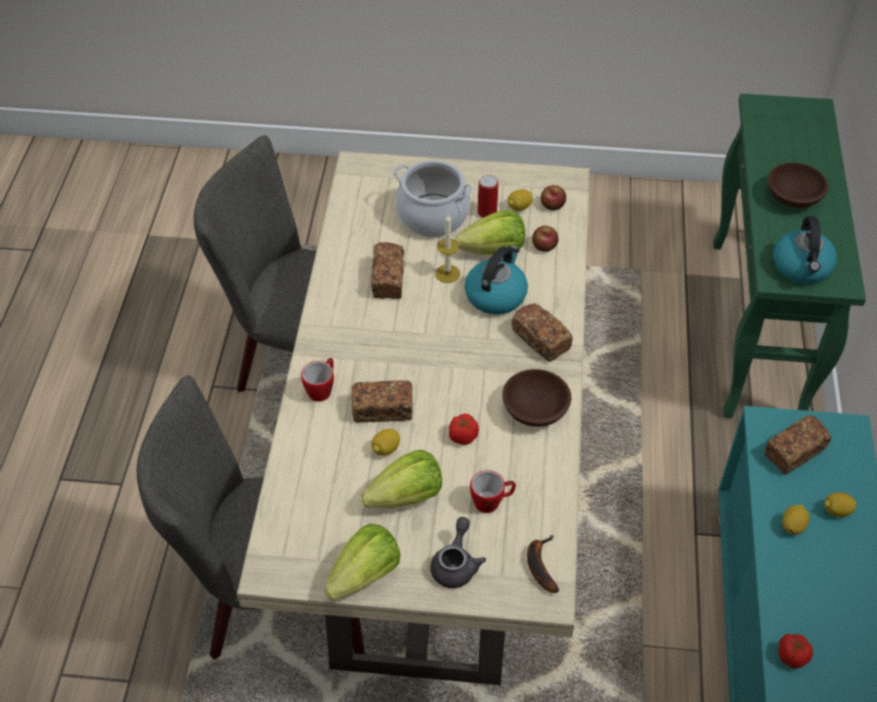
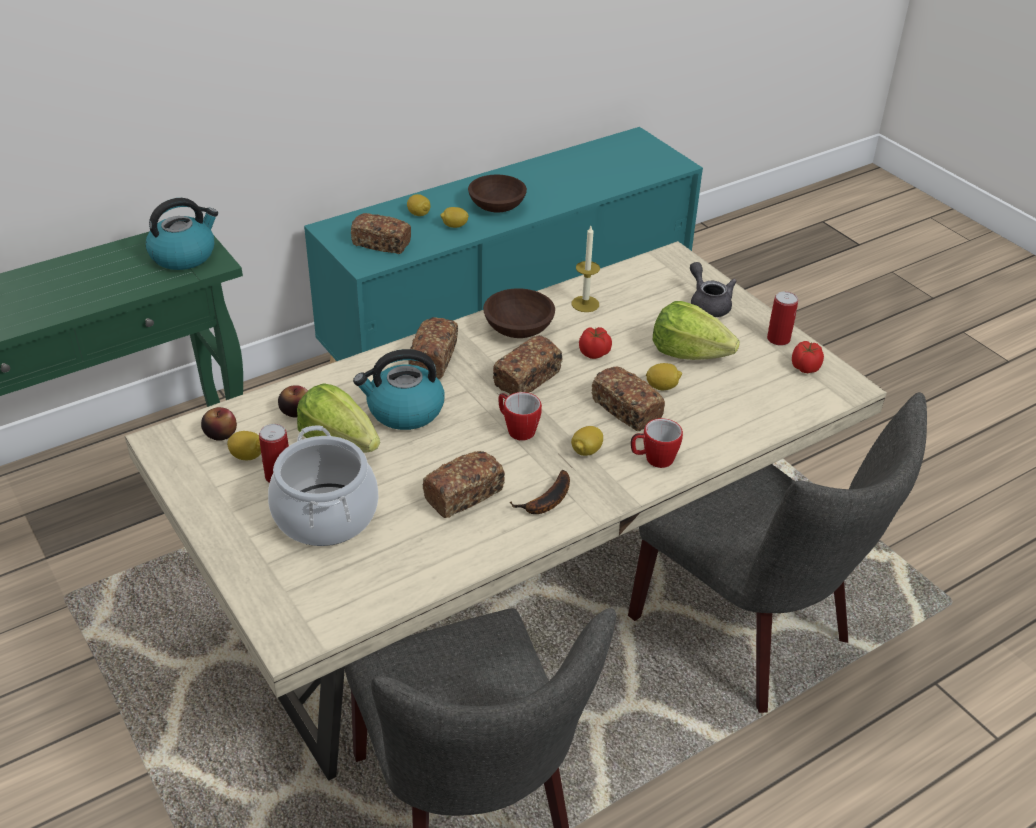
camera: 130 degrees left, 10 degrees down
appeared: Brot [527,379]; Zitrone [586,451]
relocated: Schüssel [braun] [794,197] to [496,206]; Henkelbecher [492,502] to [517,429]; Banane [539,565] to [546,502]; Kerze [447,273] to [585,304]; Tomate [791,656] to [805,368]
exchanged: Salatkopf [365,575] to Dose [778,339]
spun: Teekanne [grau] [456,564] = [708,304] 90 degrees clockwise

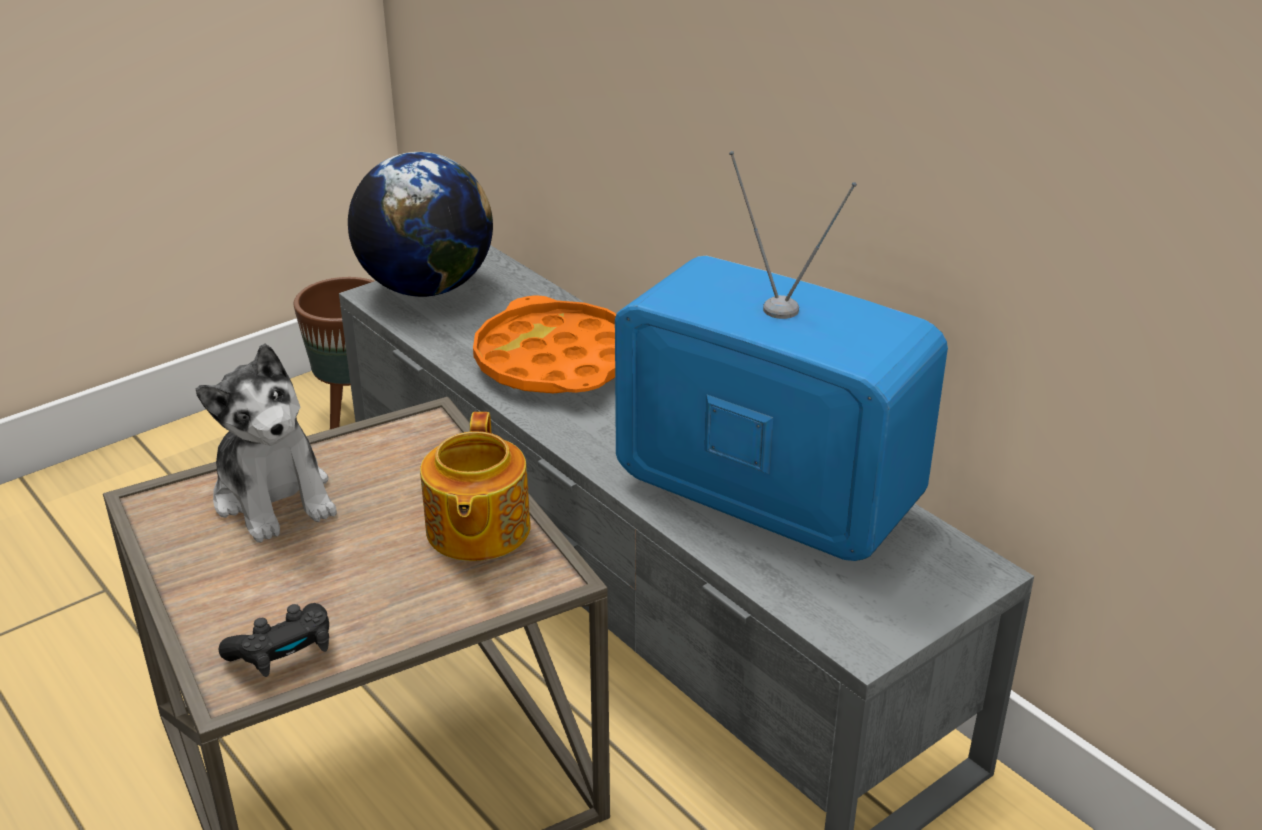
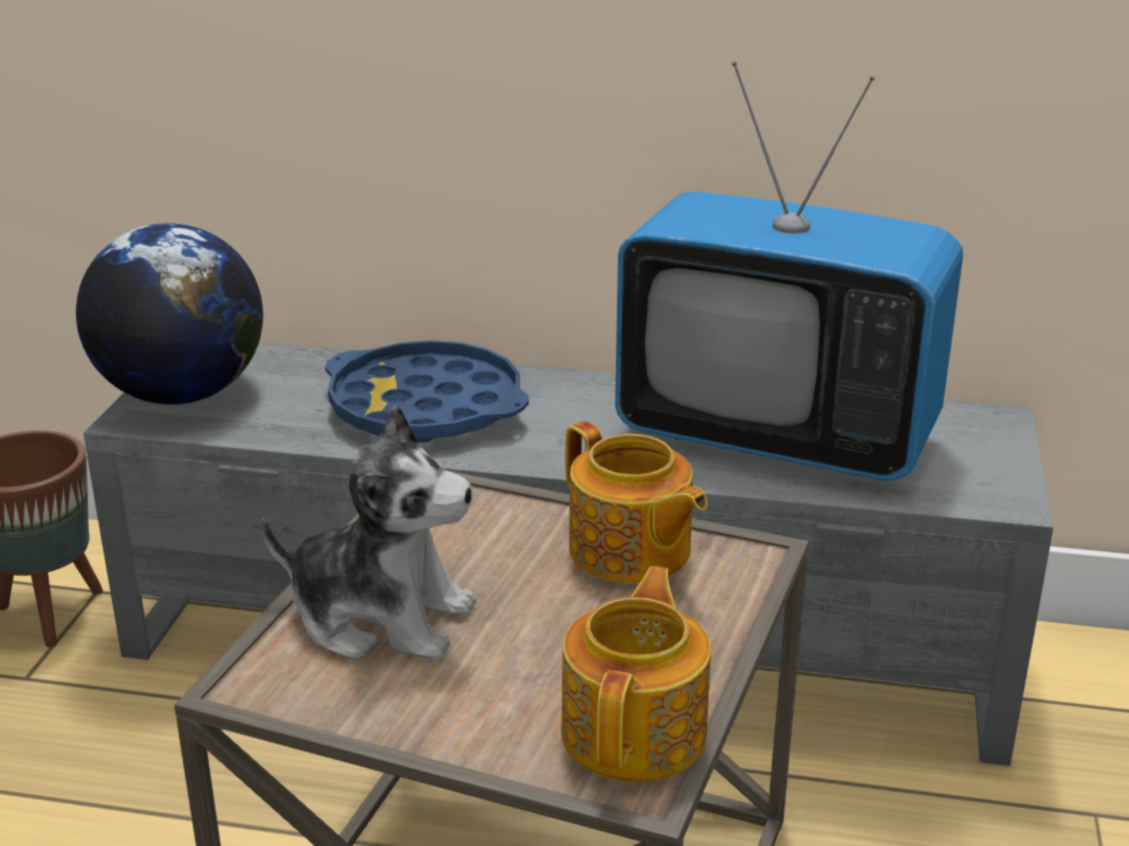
camera: 40 degrees left, 5 degrees down
exchanged: Gamepad [schwarz] [284,653] to Teekanne [636,731]
colour: Tablett [orange] [555,361] to Tablett [blau] [426,407]
spun: Fernseher [766,498] = [777,436] 150 degrees counterclockwise

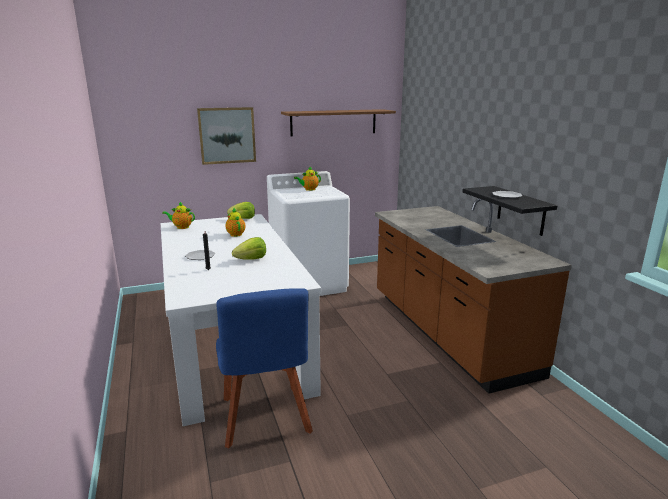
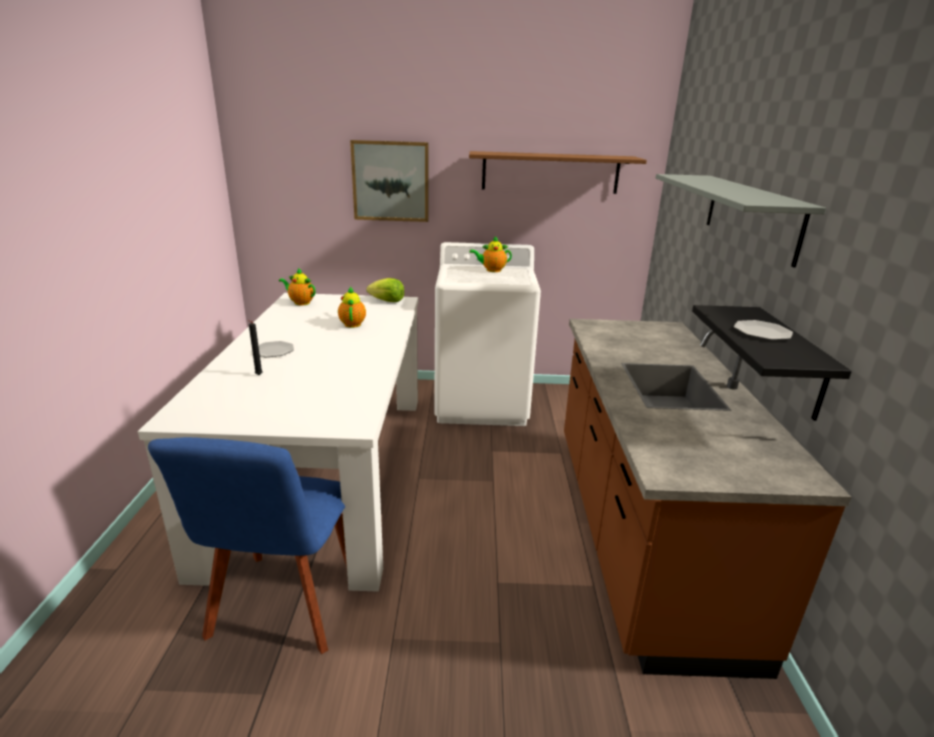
camera: 20 degrees right, 5 degrees up
missing: Salatkopf [251,259]
appeared: Wandregal [grau] [751,216]

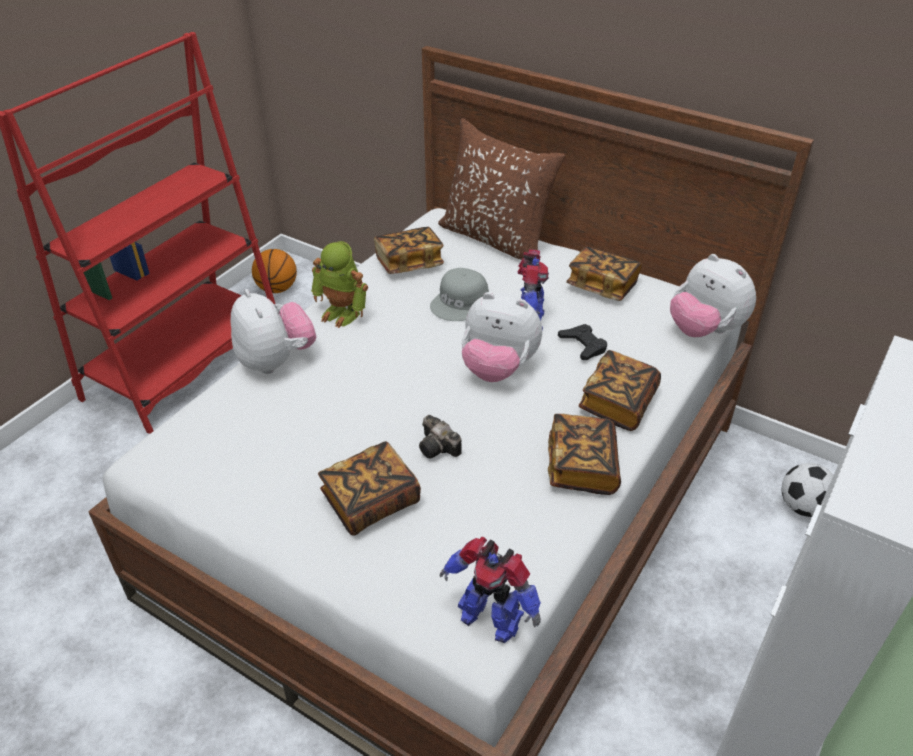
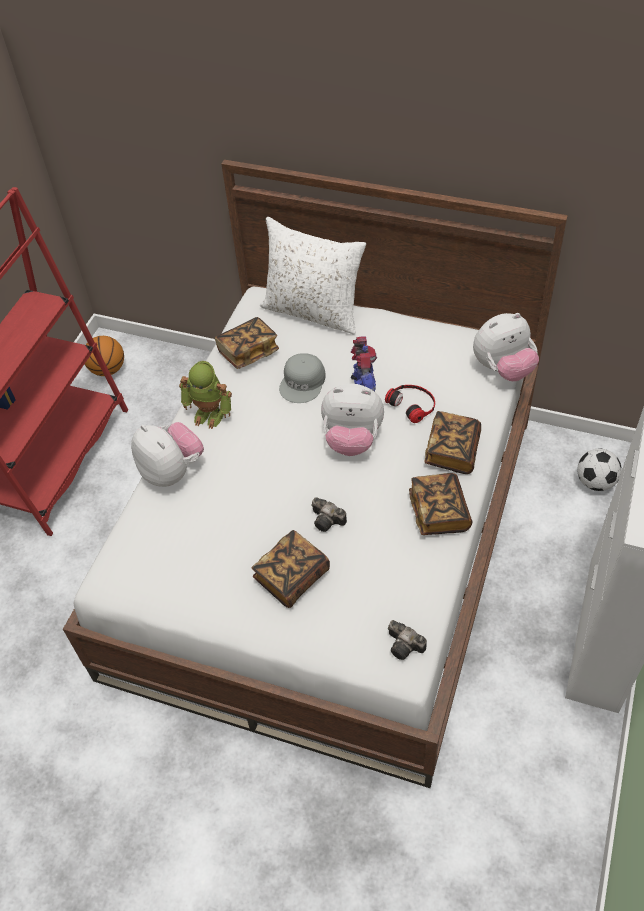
camera: 10 degrees left, 10 degrees up
missing: Buch [602,286]
exchanged: Gamepad [schwarz] [583,345] to Kopfhörer [412,404]; Spielzeugroboter [490,618] to Kamera [406,646]
colour: Kissen [braun] [496,239] to Kissen [weiß] [313,311]
spun: Plüschtier [704,330] = [503,369] 60 degrees counterclockwise

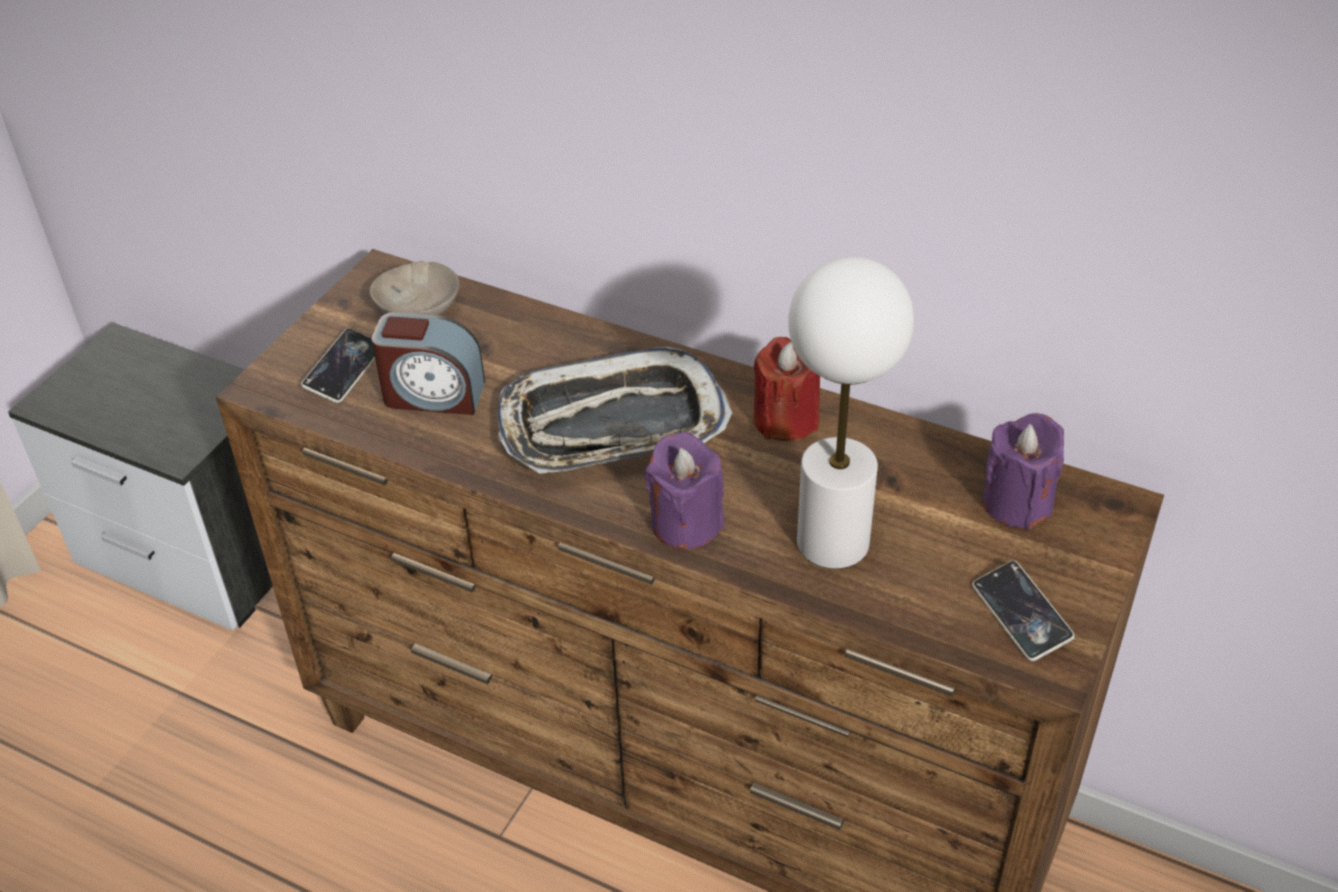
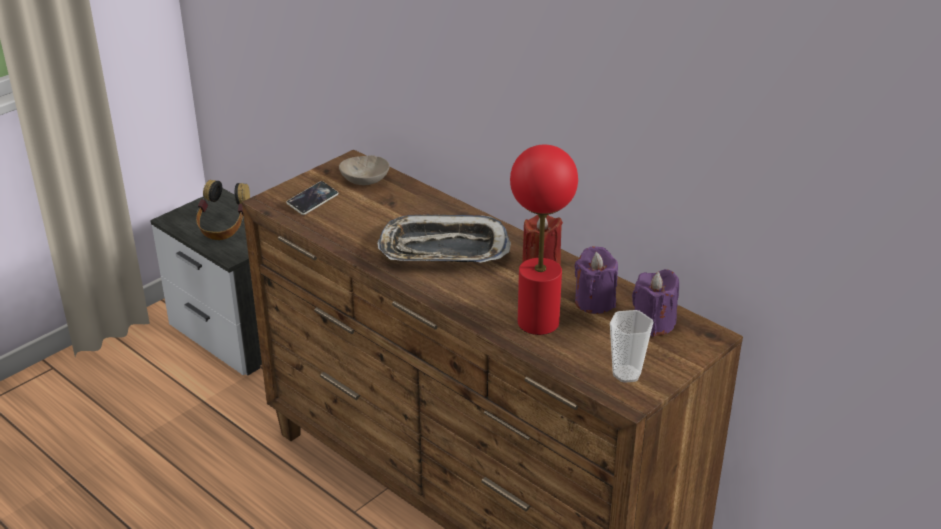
camera: 15 degrees right, 10 degrees down
missing: Wecker [433,394]
appeared: Kopfhörer [224,228]
relocated: Kerze [lila] [685,523] to [594,302]
exchanged: Handy [1021,615] to Tasse [626,374]
colour: Tischlampe [weiß] [833,541] to Tischlampe [rot] [538,322]

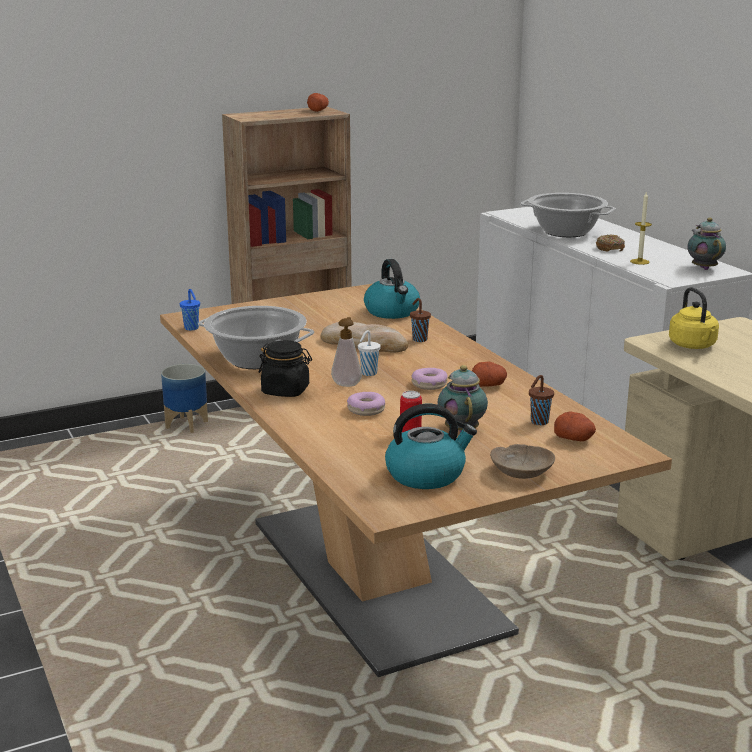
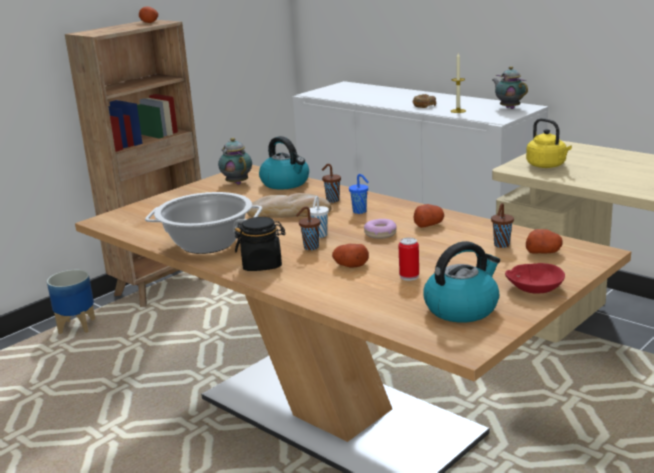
camera: 20 degrees left, 0 degrees up
missing: Kochtopf [565,232]
relocated: Teekanne [461,429] to [237,183]; Tasse [blau] [192,328] to [360,212]
exchanged: Seifenspender [347,384] to Tasse [braun] [310,247]; Donut [366,409] to Kartoffel [350,265]
colour: Schüssel [beige] [520,472] to Schüssel [rot] [534,288]

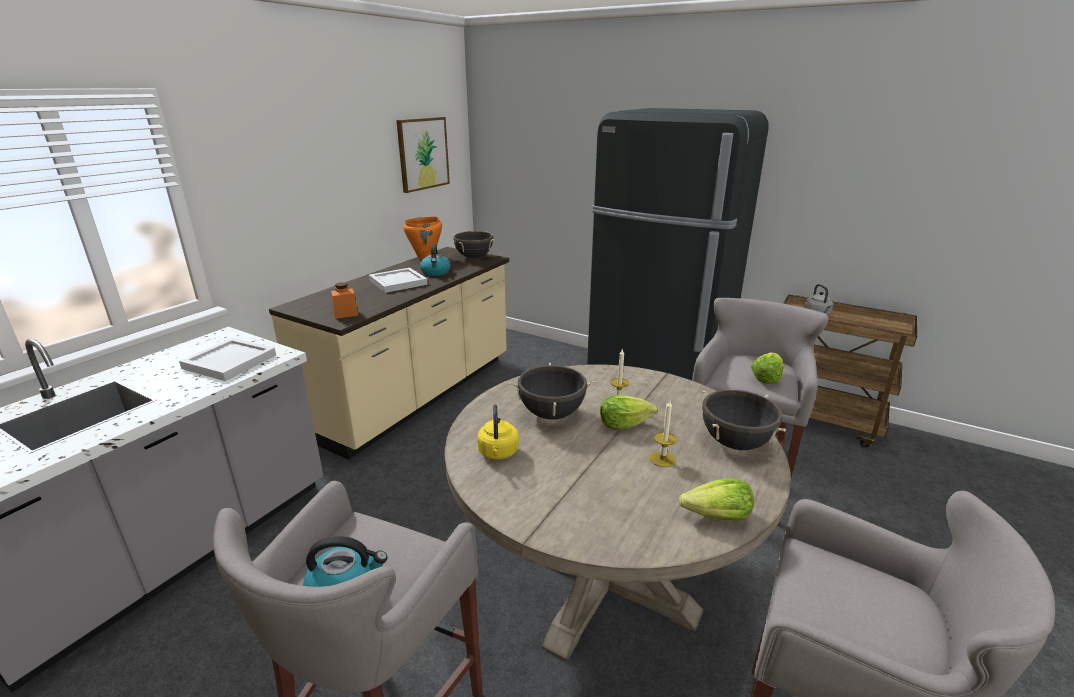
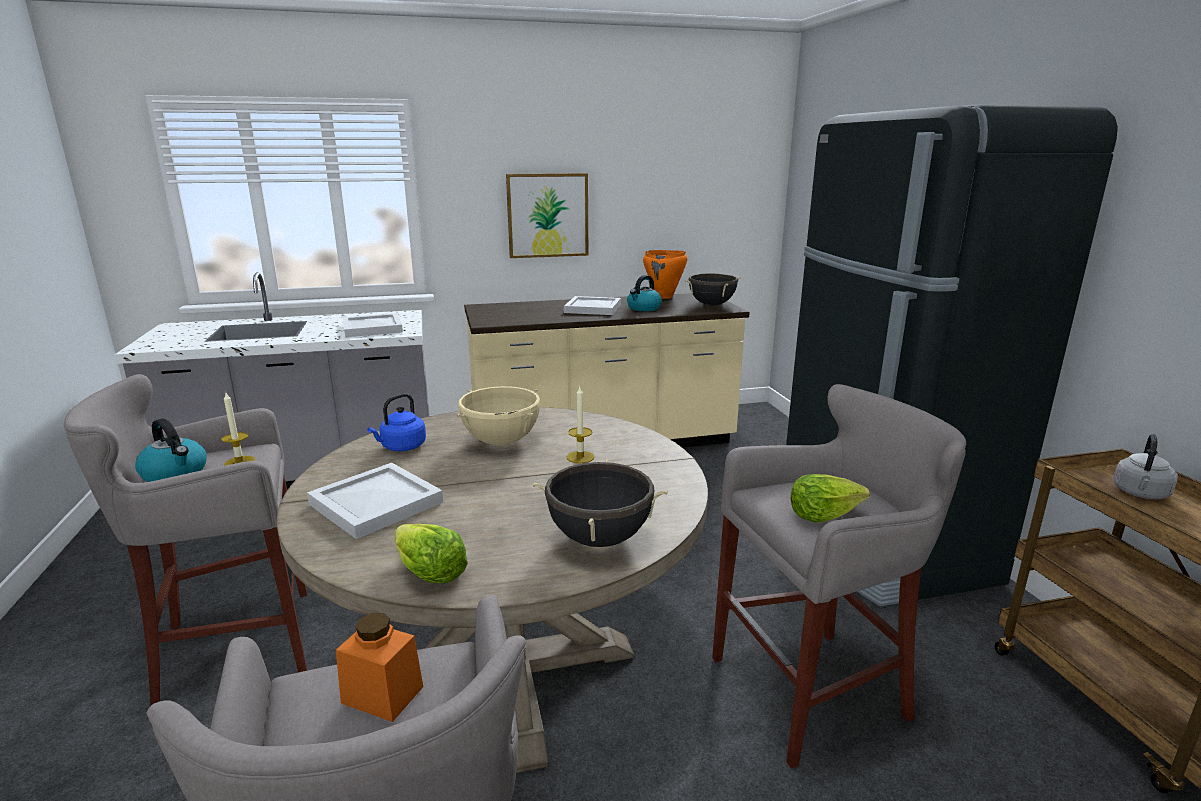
camera: 45 degrees right, 5 degrees down
missing: Salatkopf [624,424]
appeared: Tablett [weiß] [377,502]
relocated: Kerze [662,459] to [239,462]; Vorratsglas [orange] [345,314] to [382,695]; Bild [423,154] to [548,215]
colour: Wasserkessel [gelb] [498,453] to Wasserkessel [blau] [401,447]; Kochtopf [schwarz] [552,414] to Kochtopf [beige] [501,441]

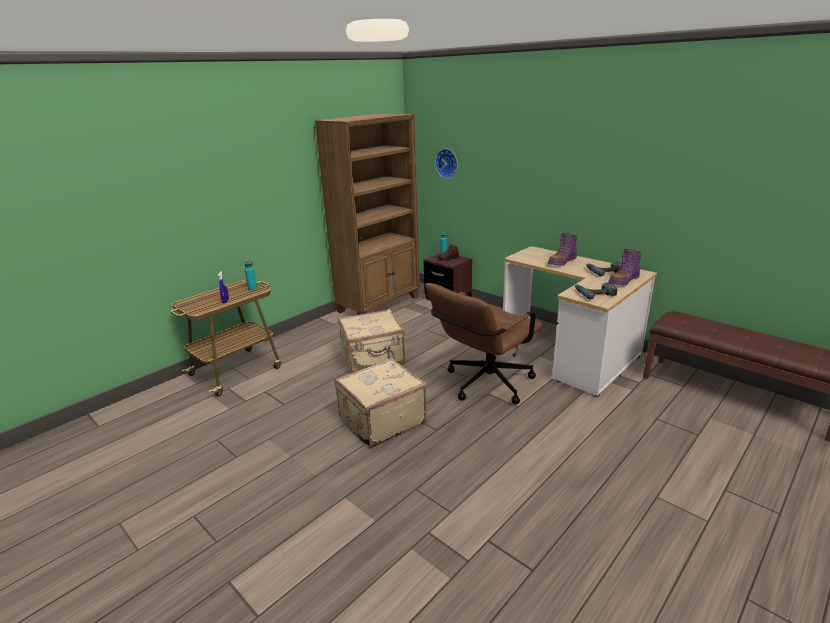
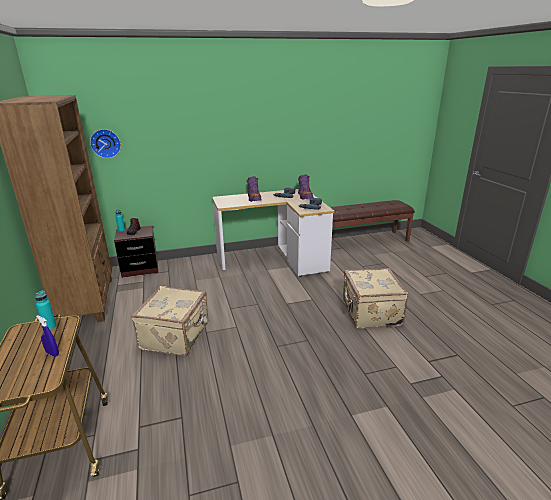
camera: 60 degrees left, 0 degrees up
missing: Bürostuhl [braun] [483,385]
relocated: Koffer [beige] [381,421] to [370,313]

